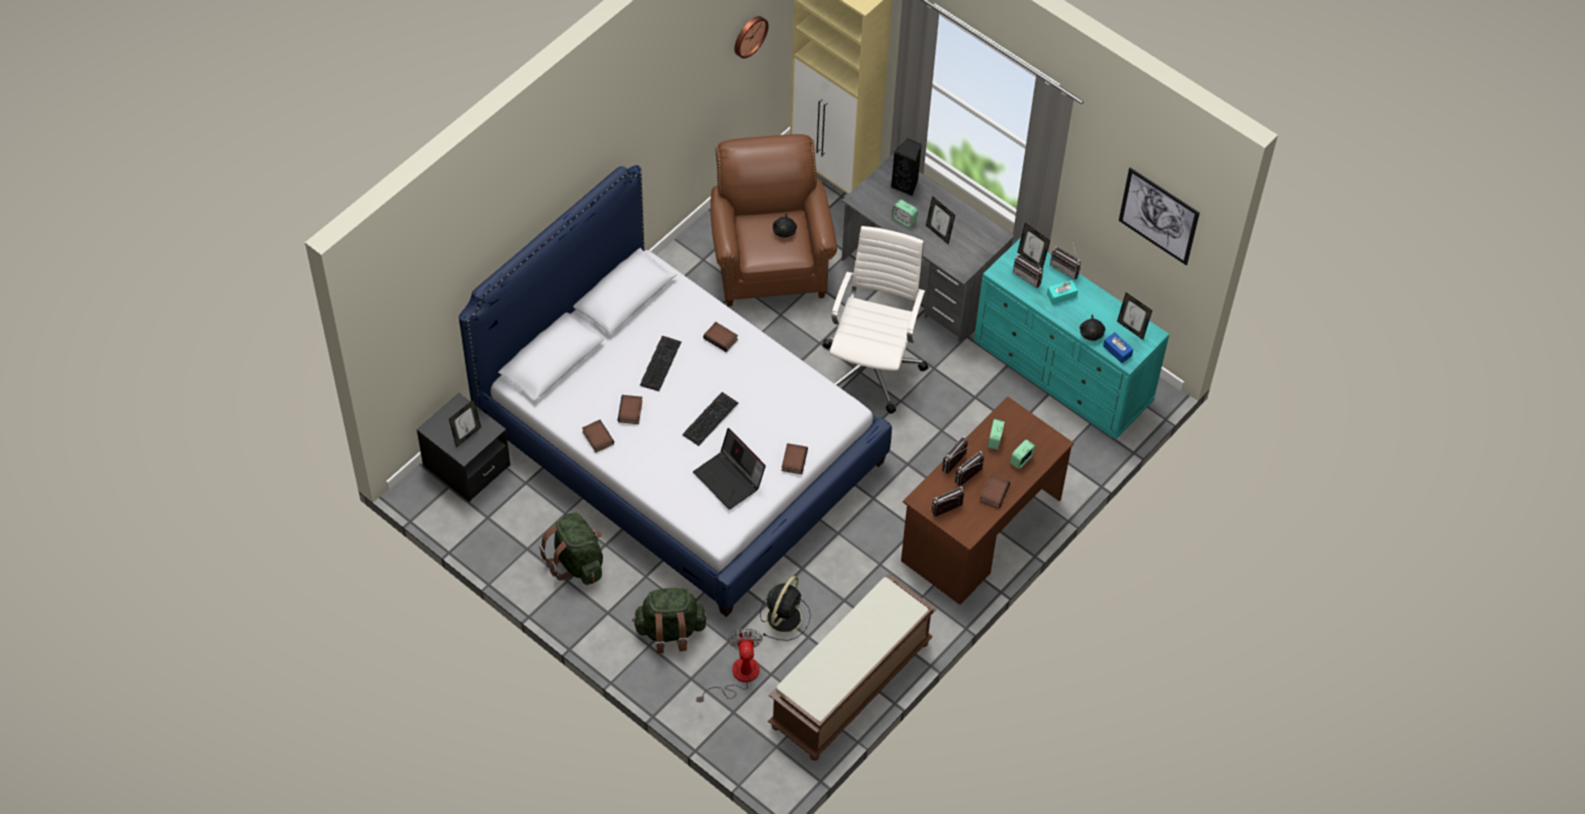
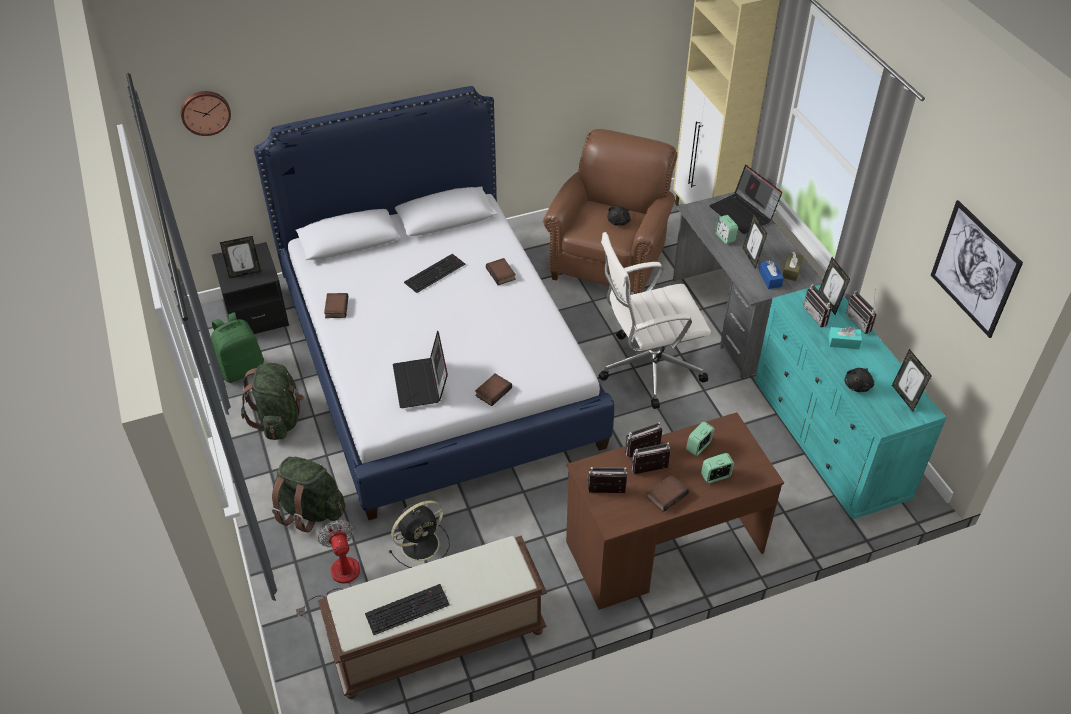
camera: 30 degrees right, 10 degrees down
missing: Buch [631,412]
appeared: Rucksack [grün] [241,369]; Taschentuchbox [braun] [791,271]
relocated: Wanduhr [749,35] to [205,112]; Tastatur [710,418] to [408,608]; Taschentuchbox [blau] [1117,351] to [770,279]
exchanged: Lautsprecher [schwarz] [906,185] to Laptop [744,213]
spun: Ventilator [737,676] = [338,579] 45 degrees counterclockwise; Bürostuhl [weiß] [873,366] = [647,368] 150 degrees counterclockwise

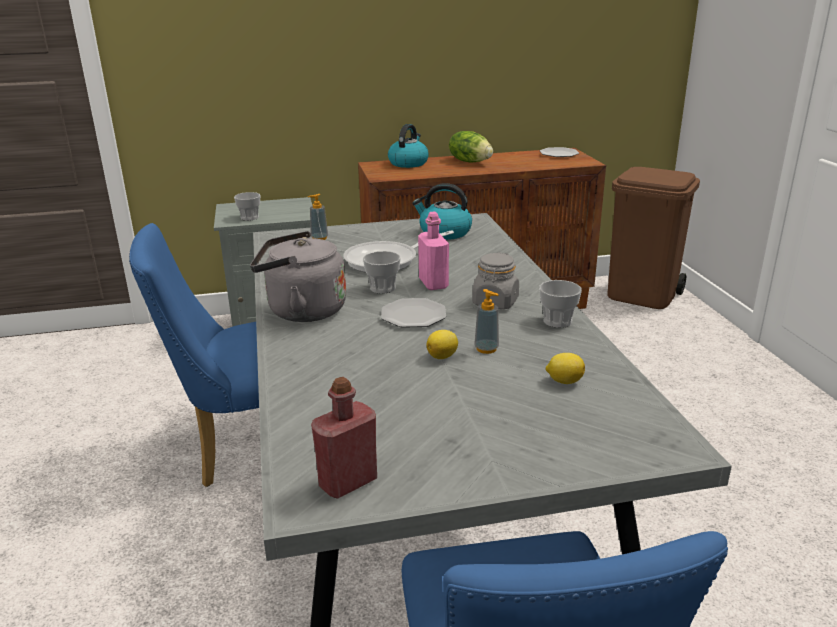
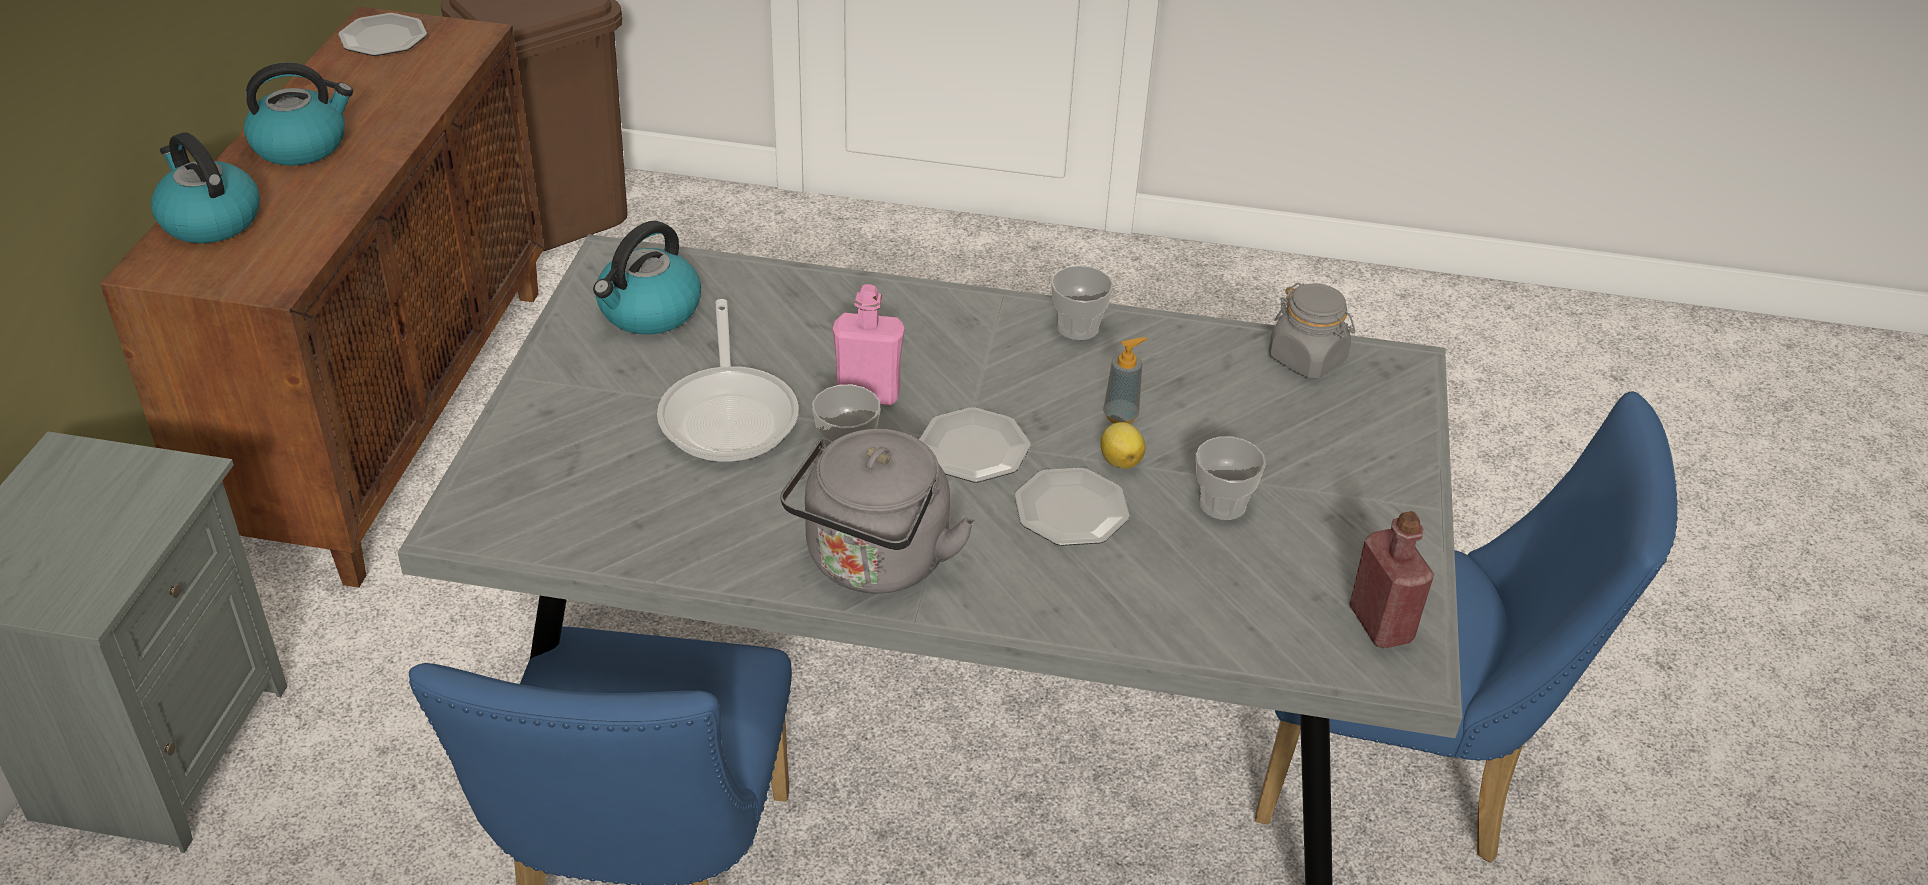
camera: 70 degrees left, 15 degrees up
missing: Seifenspender [319,238]; Zitrone [564,381]
appeared: Teller [1070,510]
relocated: Tasse [249,217] to [1222,504]; Vorratsglas [grau] [495,302] to [1307,359]
exchanged: Salatkopf [470,161] to Wasserkessel [301,145]

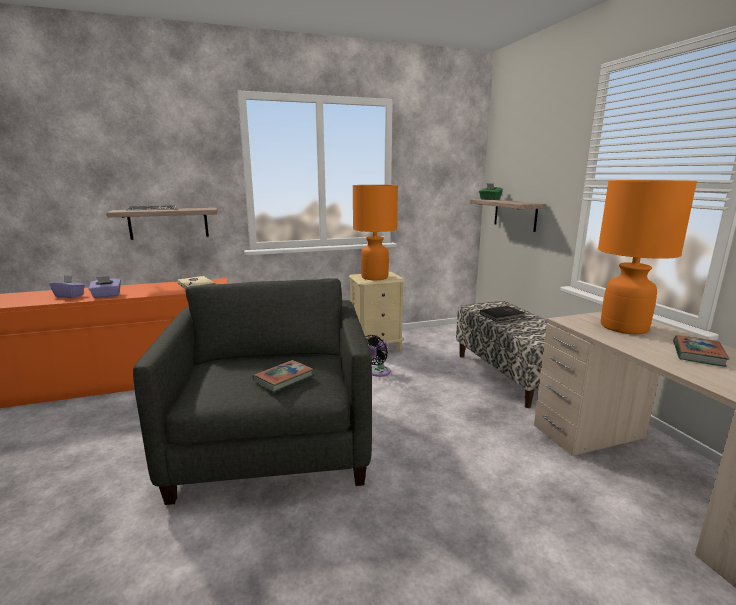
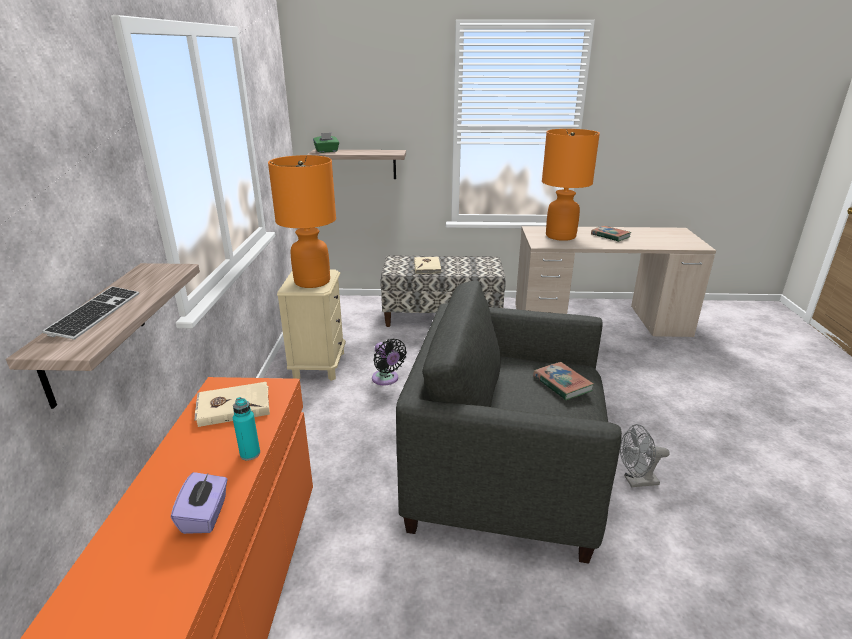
camera: 70 degrees left, 10 degrees up
missing: Taschentuchbox [lila] [69,296]
appeared: Flasche [türkis] [250,454]; Ventilator [grau] [636,481]
colour: Buch [schwarz] [502,315] to Buch [beige] [428,267]

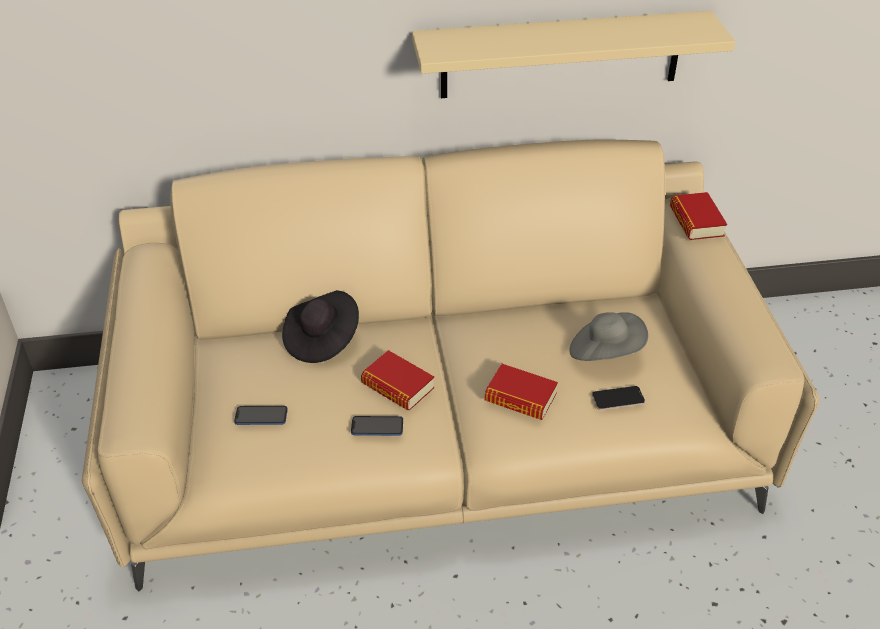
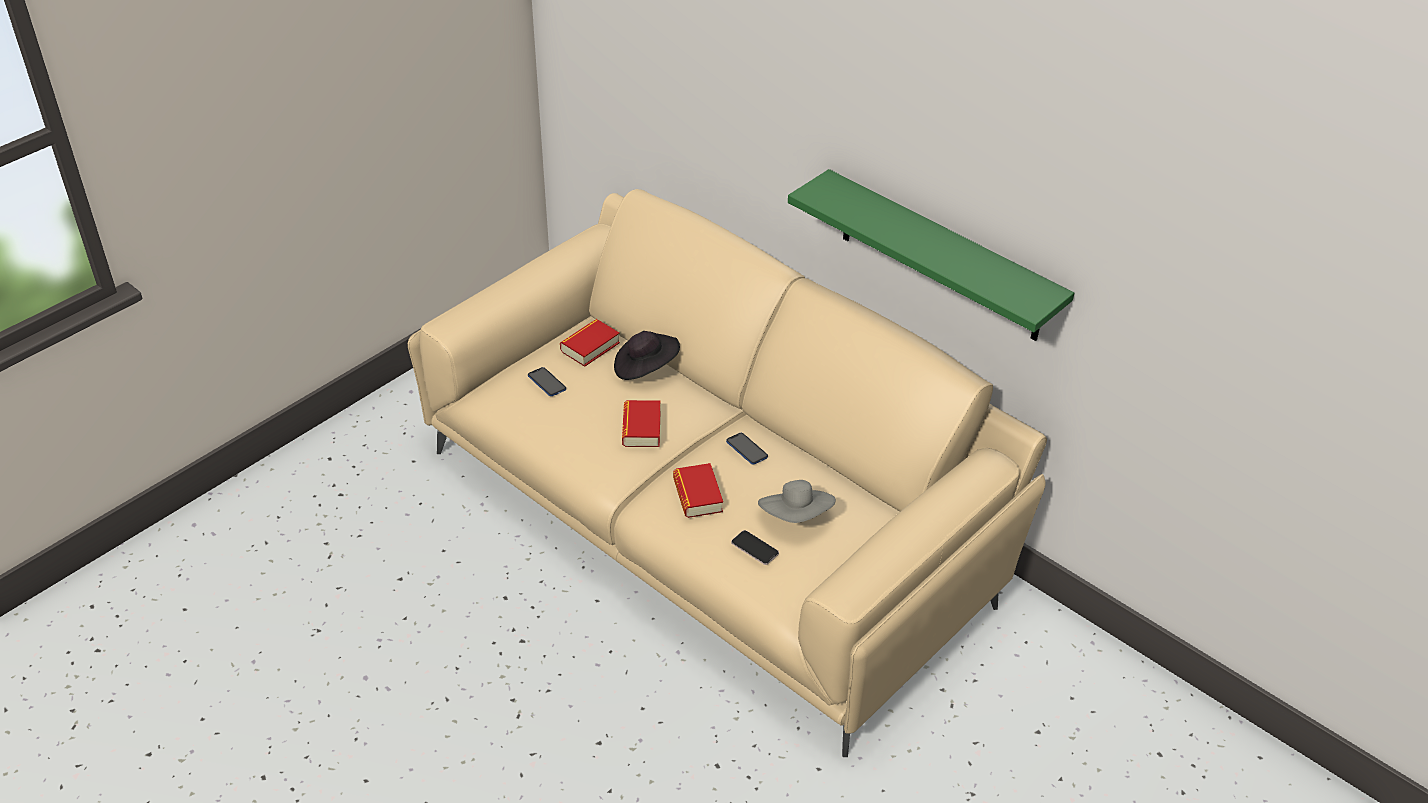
camera: 50 degrees right, 0 degrees up
relocated: Buch [696,221] to [590,347]; Handy [377,427] to [746,449]
colour: Wandregal [beige] [561,55] to Wandregal [grün] [941,257]

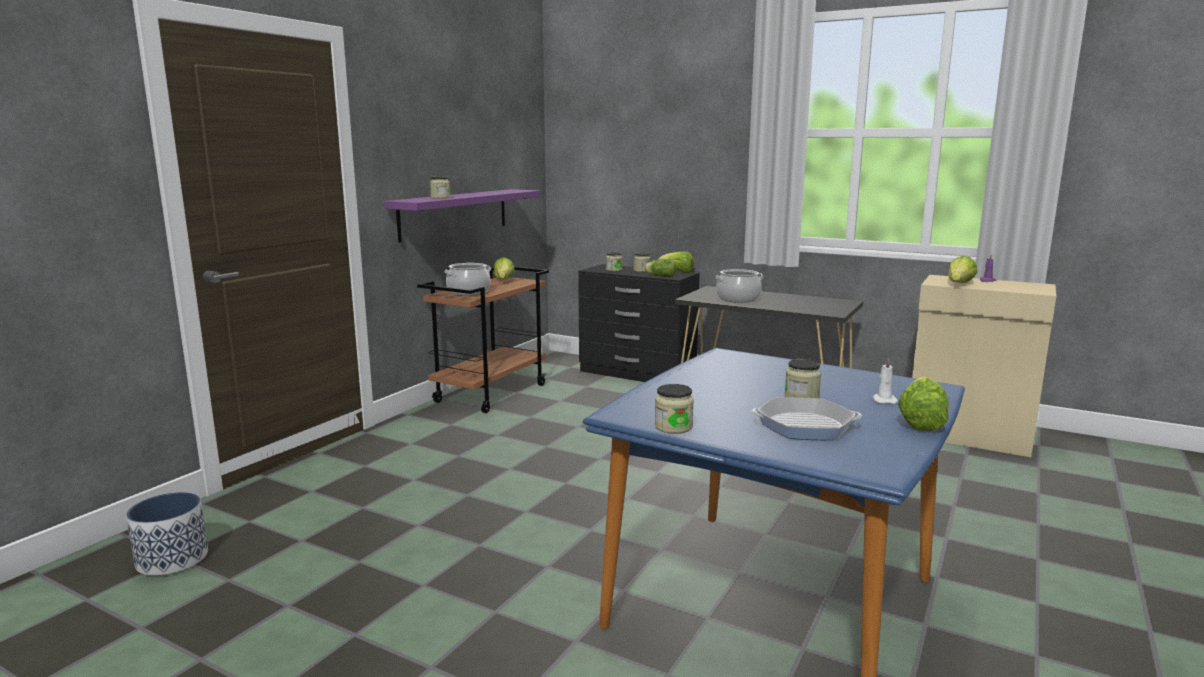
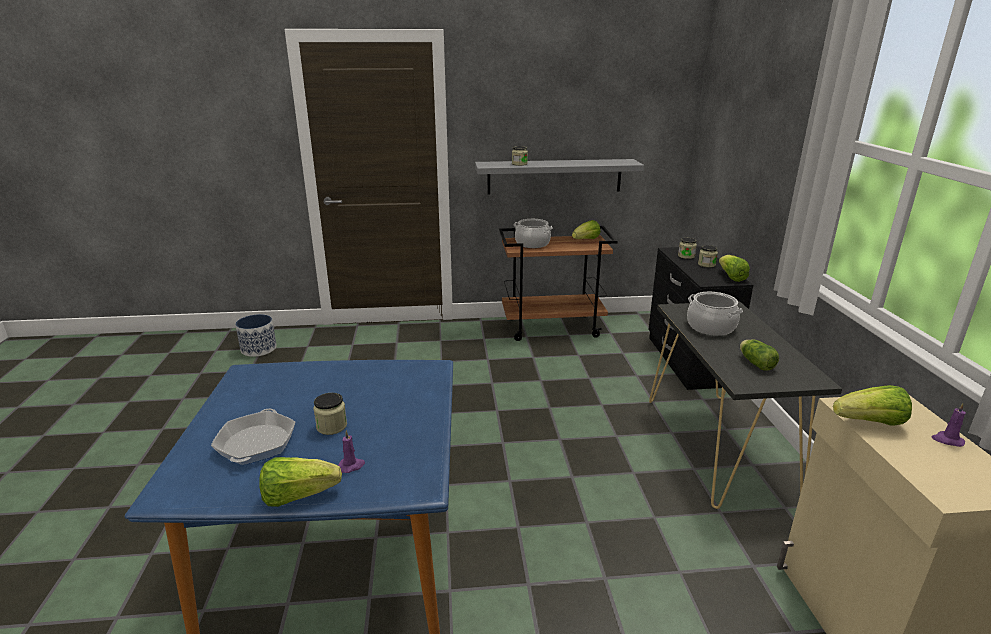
camera: 55 degrees right, 10 degrees up
missing: Vorratsglas [673,427]
relocated: Salatkopf [660,276] to [755,362]
colour: Kerze [weiß] [883,400] to Kerze [lila] [351,466]; Wandregal [lila] [454,214] to Wandregal [grau] [554,176]
spun: Pfanne [805,426] = [256,443] 150 degrees counterclockwise

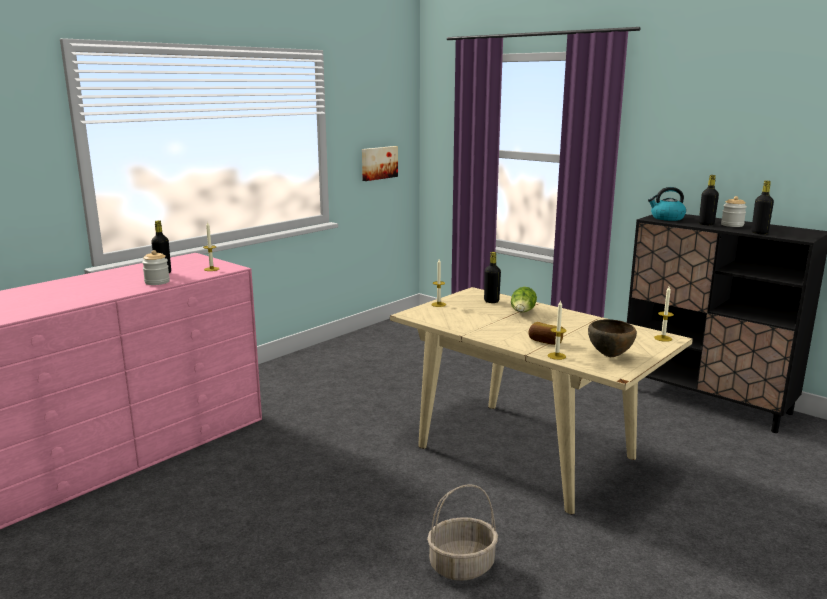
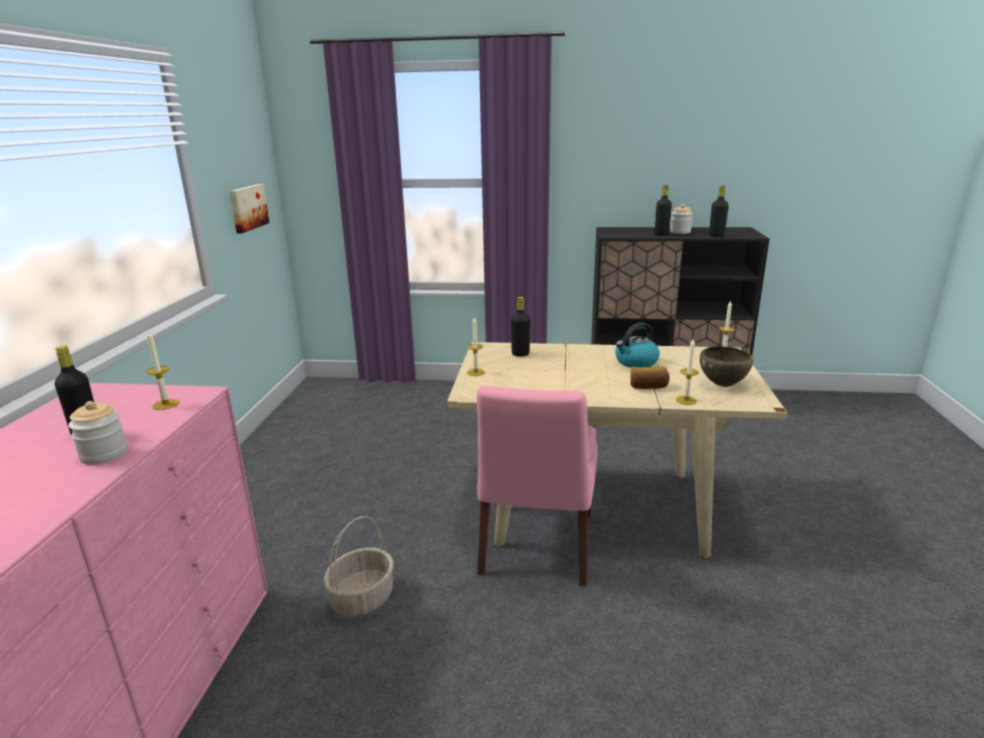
camera: 35 degrees left, 5 degrees up
missing: Salatkopf [523,312]
appeared: Stuhl [rosa] [536,546]
relocated: Korb [461,566] to [362,599]; Wasserkessel [666,218] to [636,362]

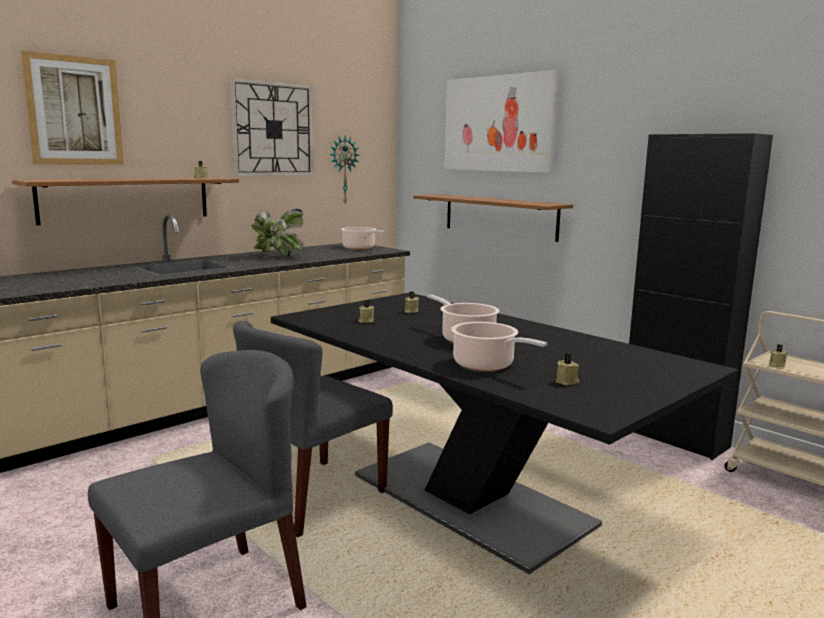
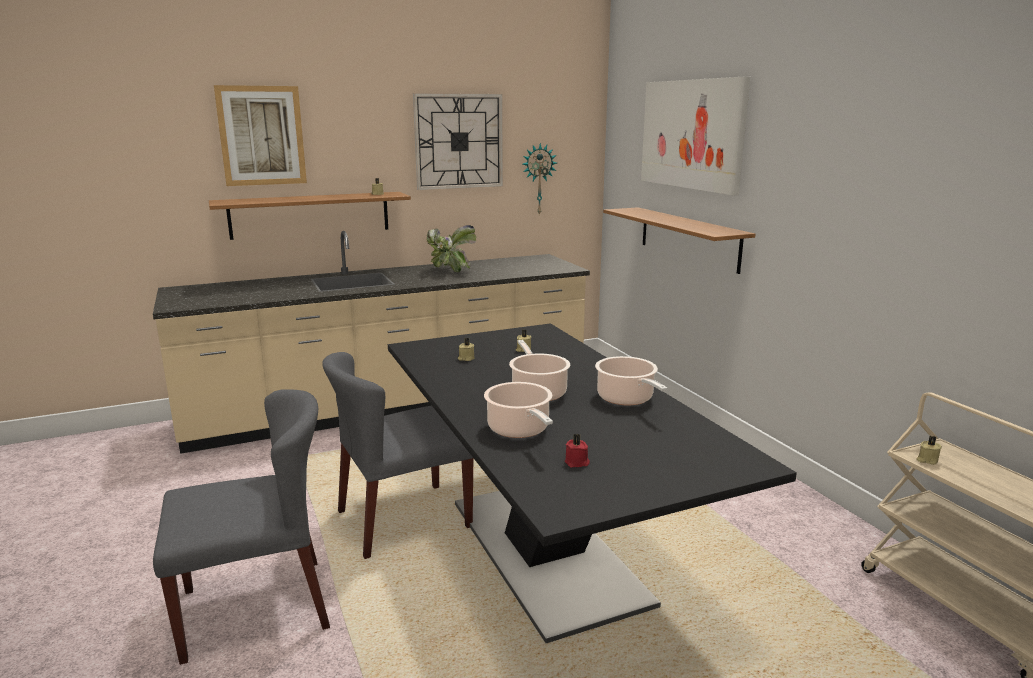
camera: 20 degrees right, 5 degrees up
missing: Schrank [schwarz] [674,438]
relocated: Kochtopf [360,248] to [627,399]
colour: Kerze [beige] [567,382] to Kerze [rot] [577,463]

